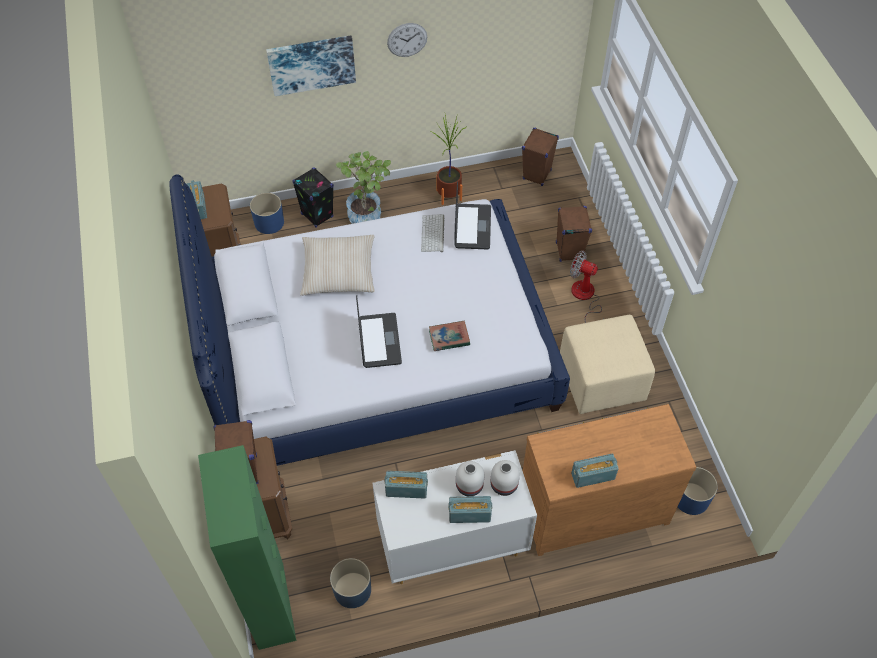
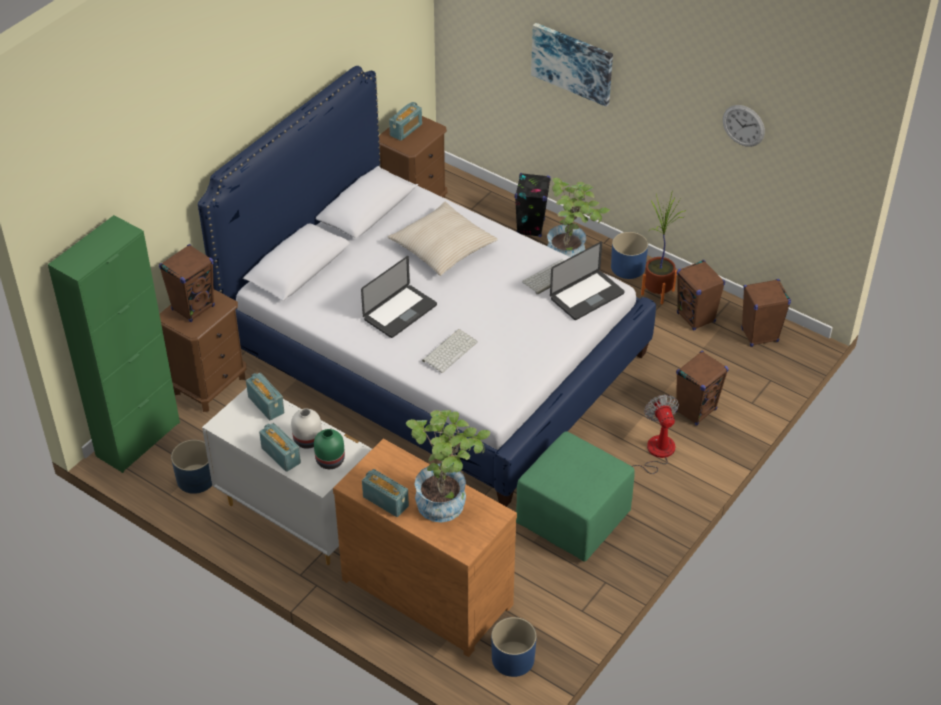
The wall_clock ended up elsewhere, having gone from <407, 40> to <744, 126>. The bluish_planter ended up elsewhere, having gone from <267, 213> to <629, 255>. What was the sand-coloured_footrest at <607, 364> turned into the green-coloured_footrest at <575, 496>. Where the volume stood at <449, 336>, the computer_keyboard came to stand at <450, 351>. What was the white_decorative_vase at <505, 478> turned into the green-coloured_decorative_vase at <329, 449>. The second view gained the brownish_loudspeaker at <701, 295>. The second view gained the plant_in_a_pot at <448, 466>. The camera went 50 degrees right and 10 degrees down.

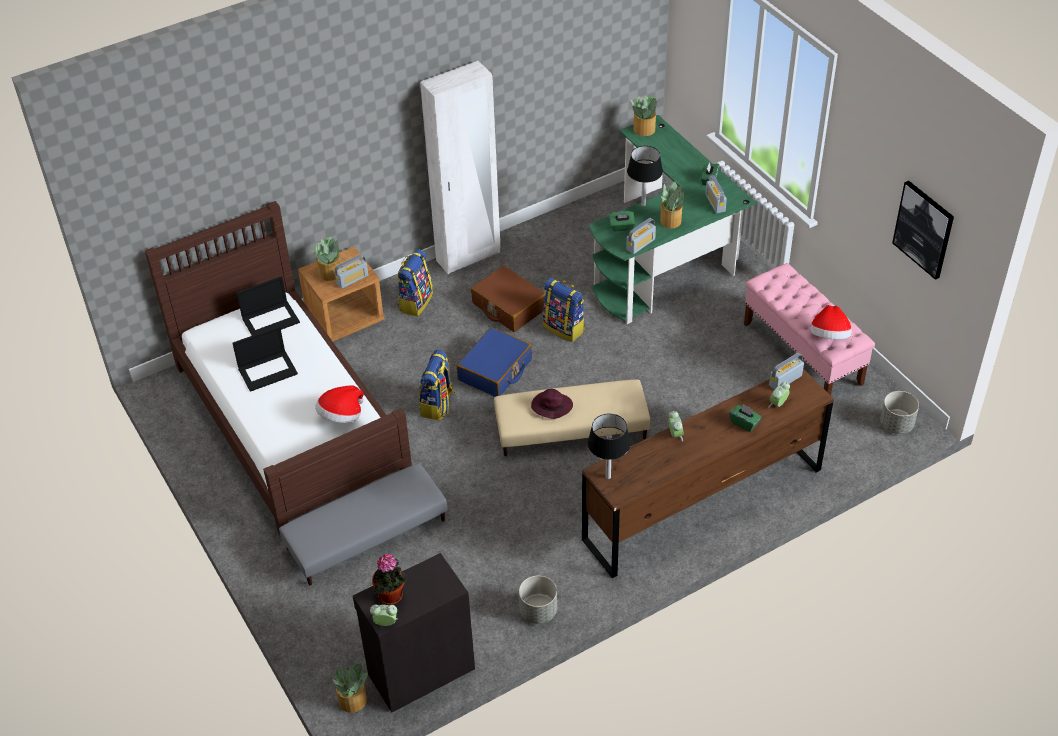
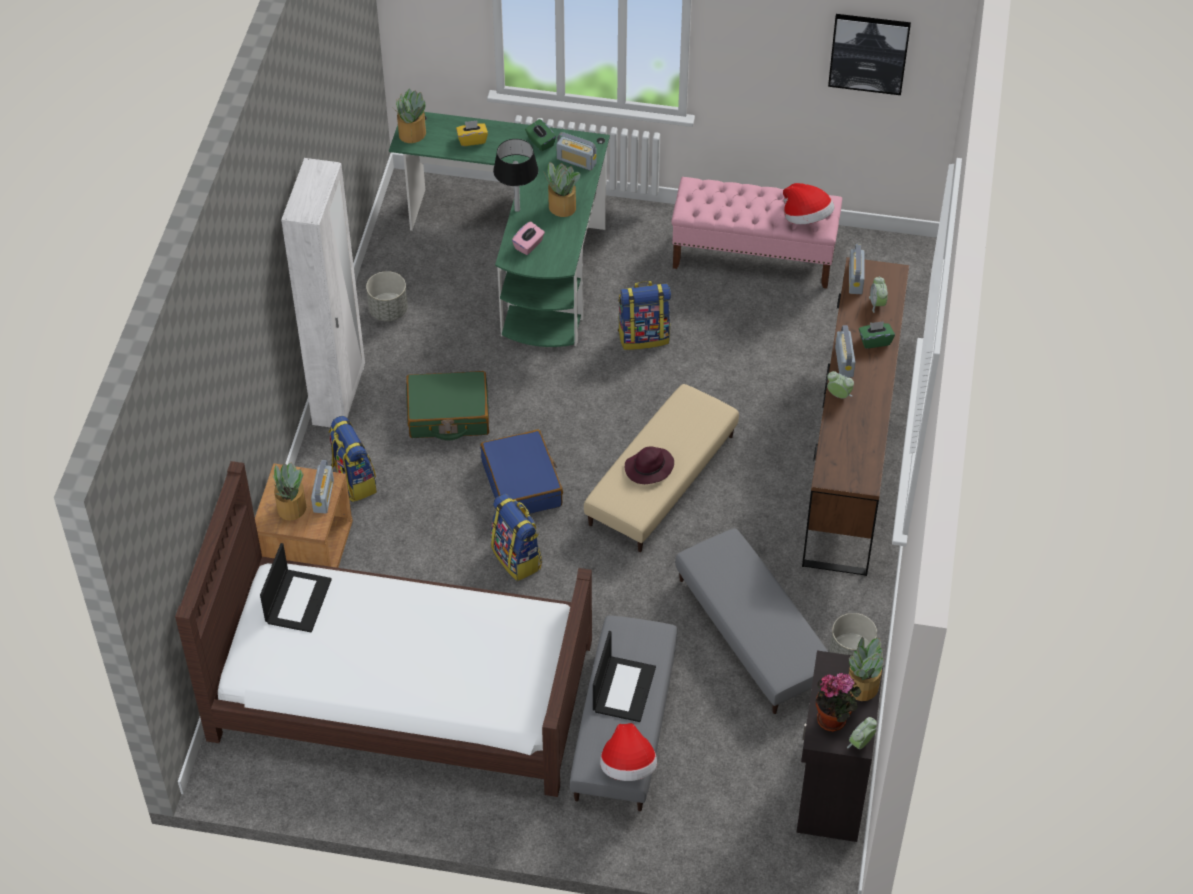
What was the green-coloured_tissue_box at <622, 221> turned into the pink_tissue_box at <528, 238>. The radio_receiver ended up elsewhere, having gone from <641, 236> to <845, 351>. What was the brownish_piece_of_luggage at <508, 299> turned into the green-coloured_piece_of_luggage at <447, 405>. The rucksack ended up elsewhere, having gone from <564, 310> to <644, 315>. The portable_computer ended up elsewhere, having gone from <265, 359> to <624, 676>. The clothing_hat ended up elsewhere, having gone from <339, 404> to <628, 752>. The grey_planter ended up elsewhere, having gone from <899, 412> to <387, 296>. The second view lost the black_table_lamp at <609, 446>. The plant_in_a_pot ended up elsewhere, having gone from <350, 688> to <866, 669>. The second view gained the yellow_tissue_box at <472, 133>. The second view gained the grey_footrest at <751, 621>. The camera went 50 degrees left and 5 degrees up.

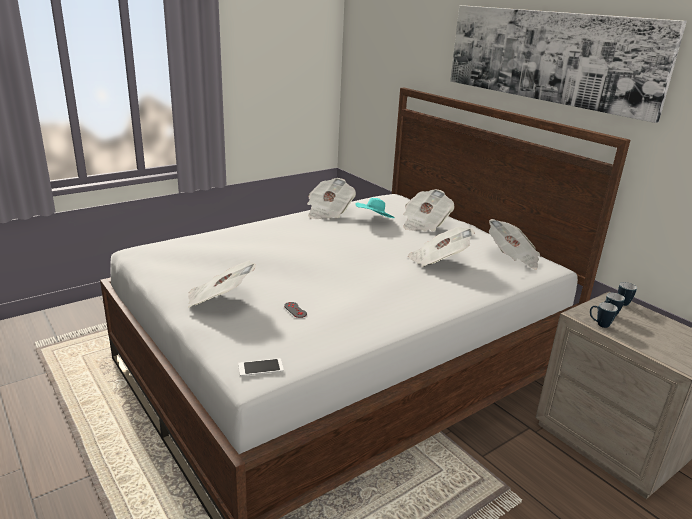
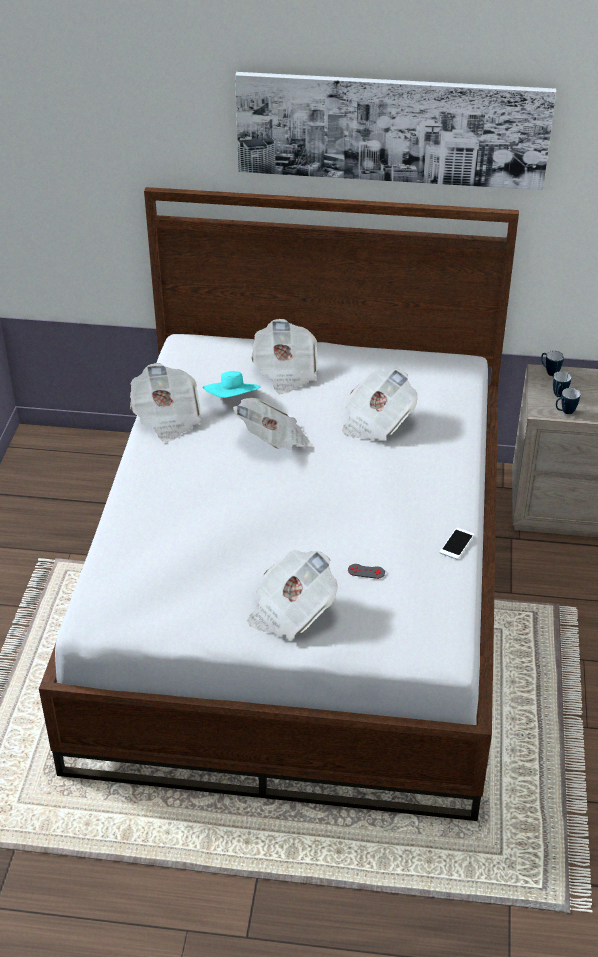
The daily_paper ended up elsewhere, having gone from <514, 244> to <273, 424>. The phone ended up elsewhere, having gone from <261, 367> to <456, 544>. The camera went 45 degrees left and 15 degrees up.

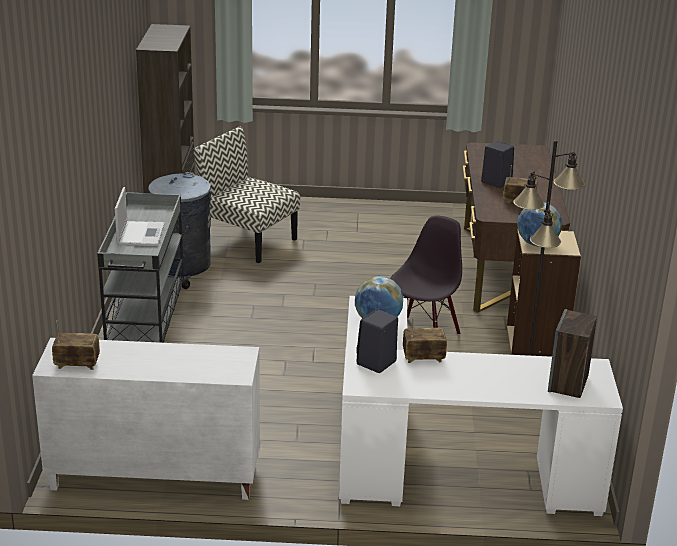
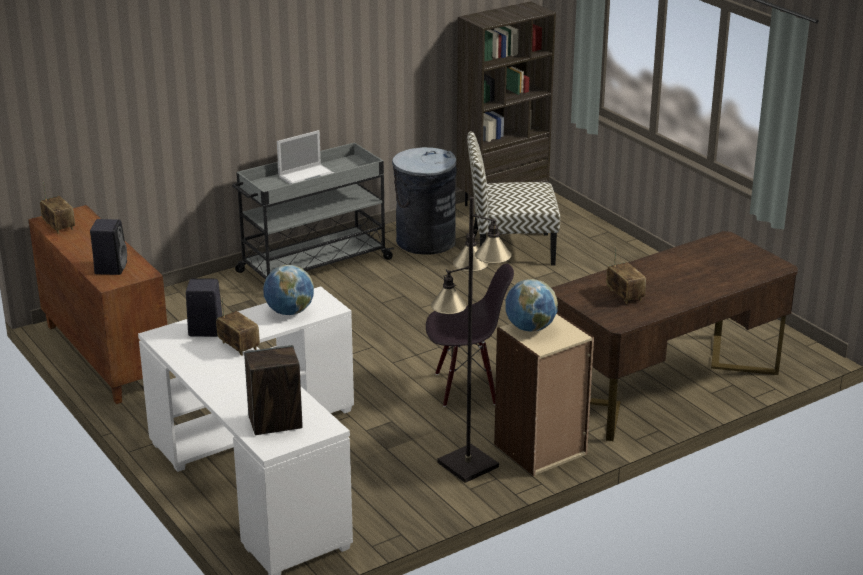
The chair at <247, 195> ended up facing another way, 90 degrees counterclockwise from before. The black_loudspeaker ended up elsewhere, having gone from <497, 164> to <108, 247>. What was the white_storage_cabinet at <146, 419> turned into the brownish_storage_cabinet at <97, 304>. The camera went 55 degrees right and 0 degrees up.

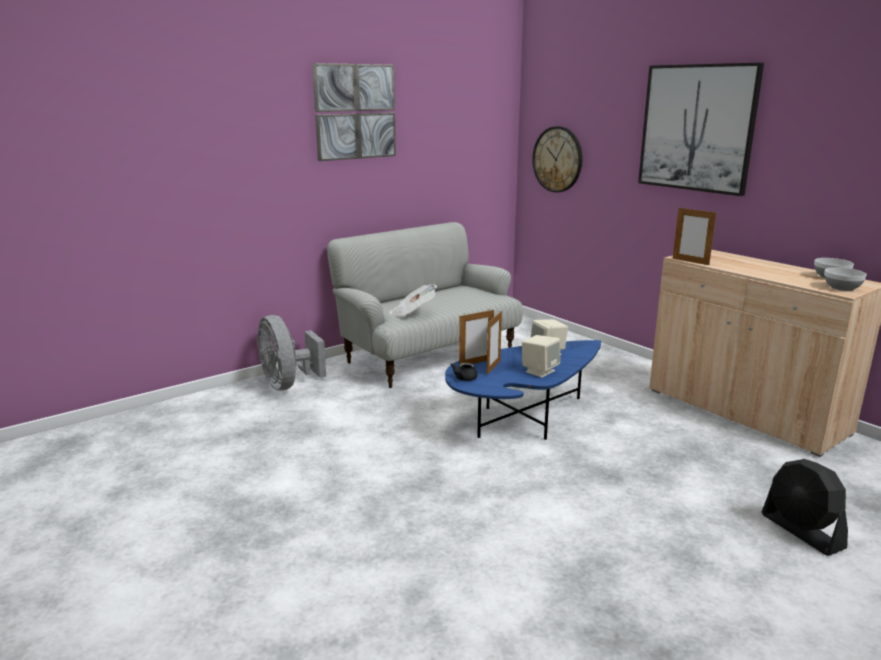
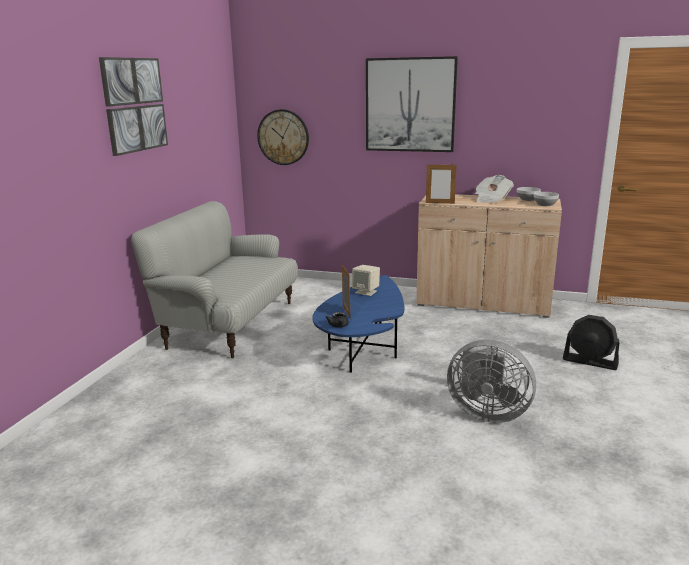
The daily_paper ended up elsewhere, having gone from <413, 300> to <494, 189>. The second view lost the standing_frame at <476, 337>. The grey_electric_fan ended up elsewhere, having gone from <291, 353> to <491, 381>. The second view lost the sand-coloured_loudspeaker at <541, 356>. The camera went 35 degrees left and 0 degrees up.

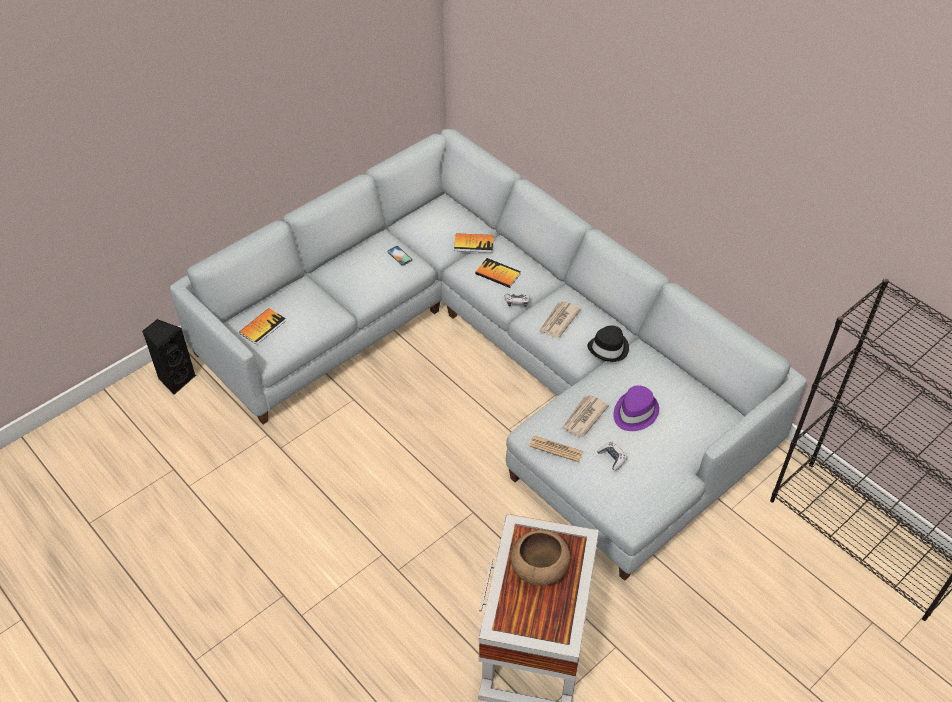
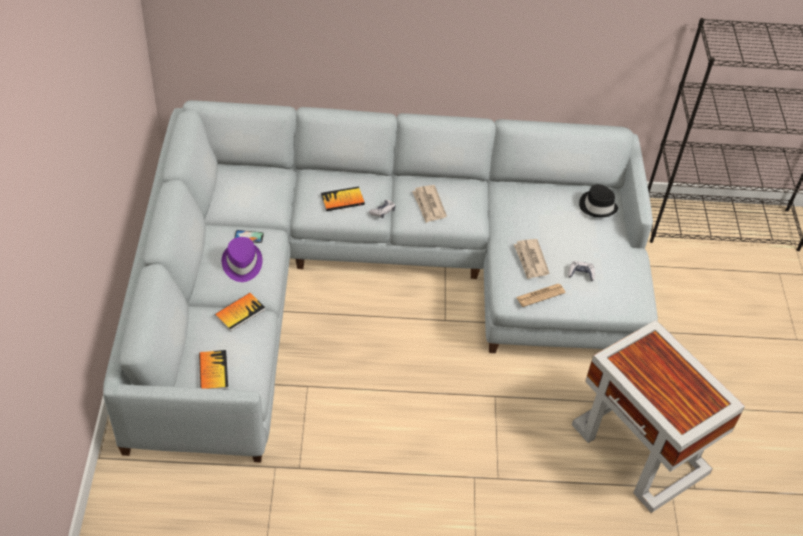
The volume ended up elsewhere, having gone from <474, 243> to <240, 312>. The second view lost the black_loudspeaker at <169, 357>. The black_clothing_hat ended up elsewhere, having gone from <608, 343> to <598, 201>. The purplish_clothing_hat ended up elsewhere, having gone from <636, 408> to <242, 259>. The second view lost the brownish_bowl at <540, 558>. The camera went 50 degrees left and 0 degrees up.

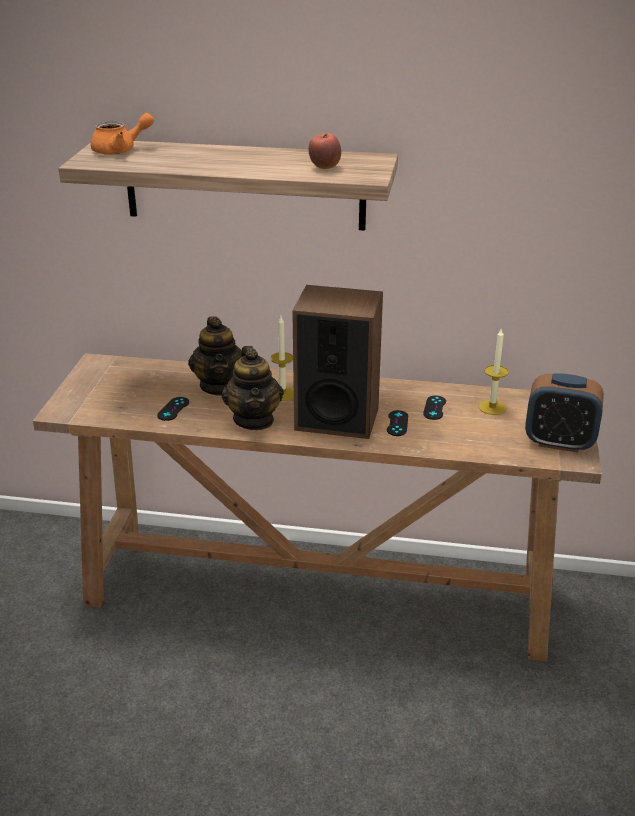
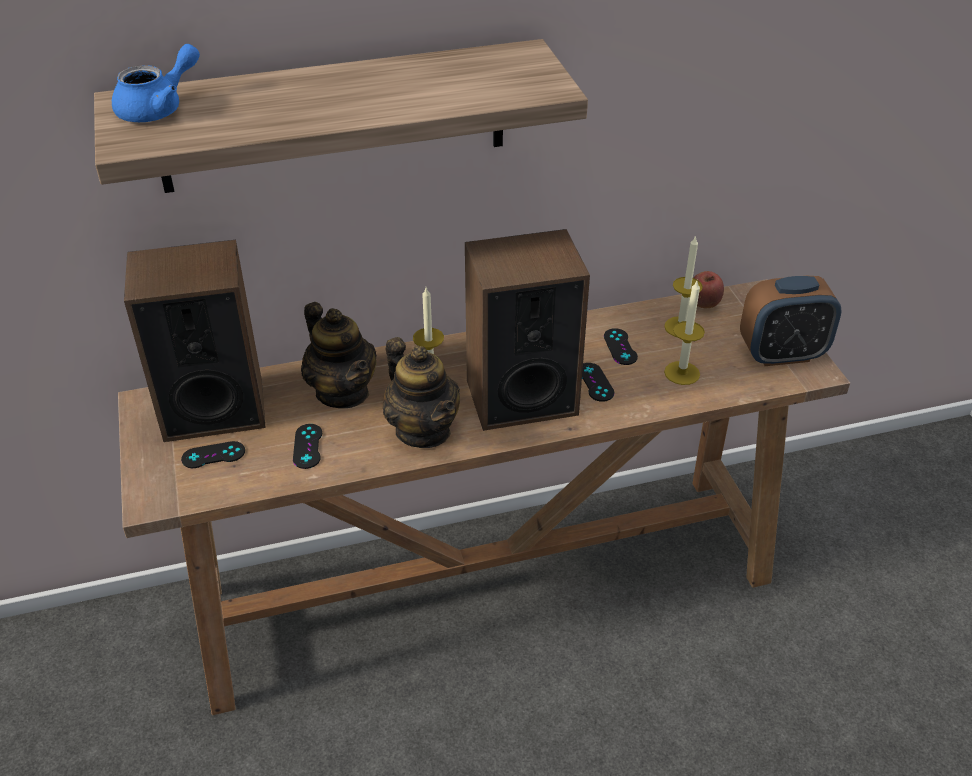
What was the orange-coloured_teapot at <122, 134> turned into the bluish_teapot at <156, 83>. The whole_apple ended up elsewhere, having gone from <325, 151> to <709, 289>. The second view gained the loudspeaker at <195, 341>. The second view gained the wax_light at <684, 333>. The second view gained the black_gamepad at <213, 454>. The camera went 25 degrees left and 10 degrees up.

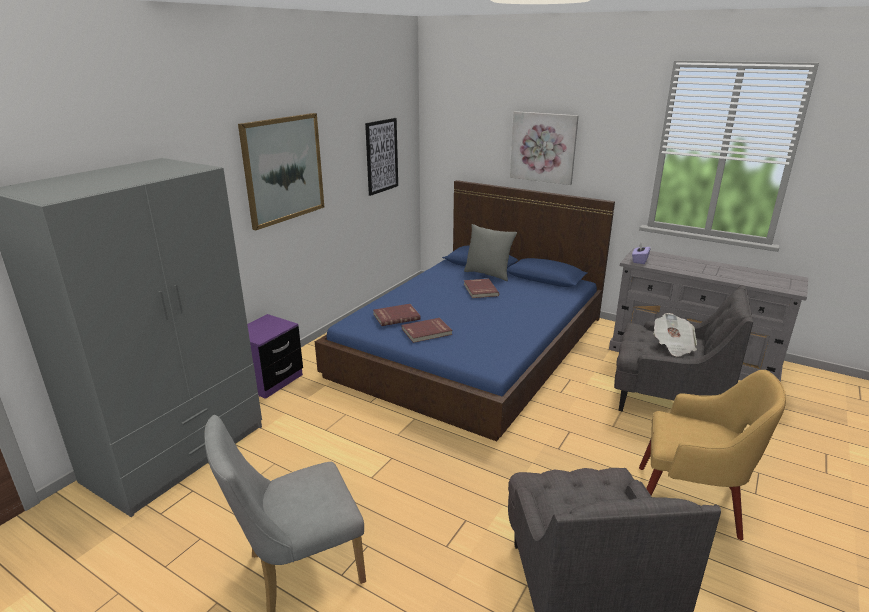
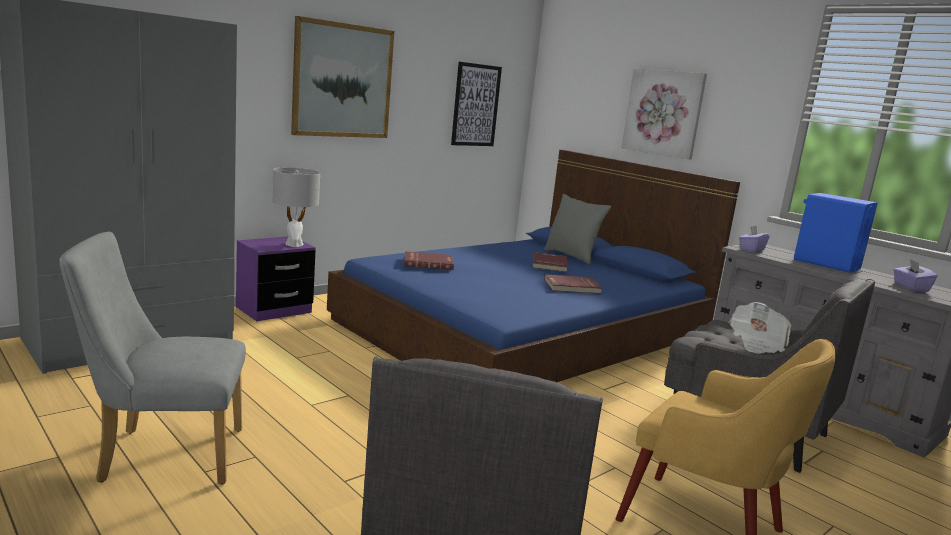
The red-coloured_volume ended up elsewhere, having gone from <427, 330> to <573, 284>. The second view gained the grey_table_lamp at <296, 207>. The second view gained the bluish_loudspeaker at <835, 233>. The second view gained the purplish_tissue_box at <915, 275>. The camera went 15 degrees right and 10 degrees down.

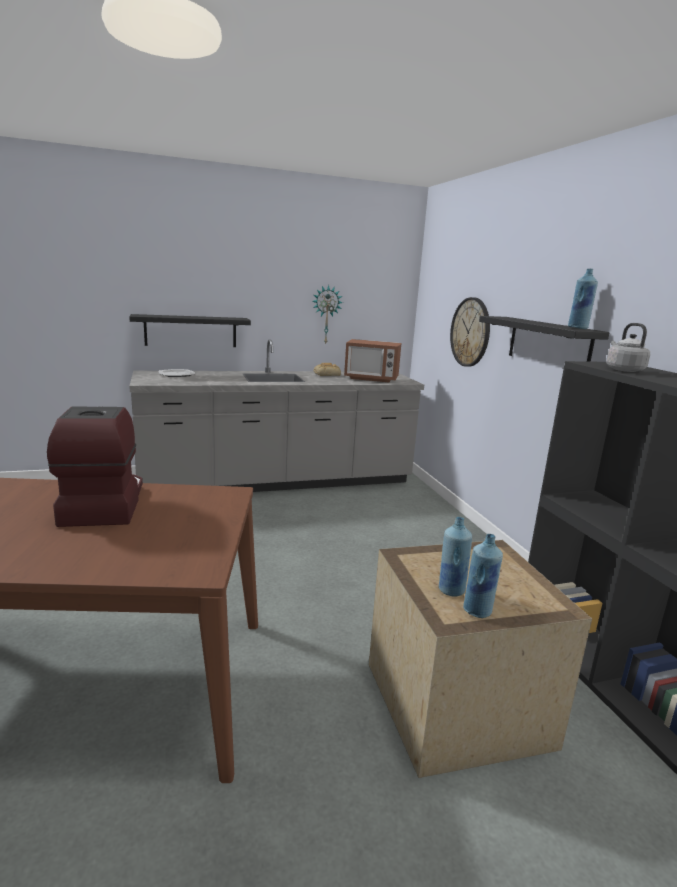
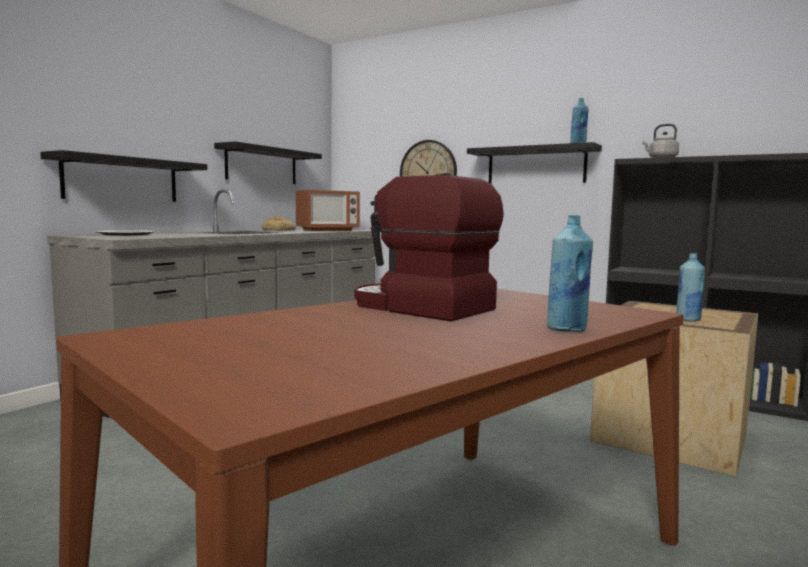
Where the wall_clock hung at <327, 315>, the black_wall_shelf came to hang at <268, 162>. The bluish_drink_bottle ended up elsewhere, having gone from <483, 576> to <570, 273>. The camera went 40 degrees left and 10 degrees down.

